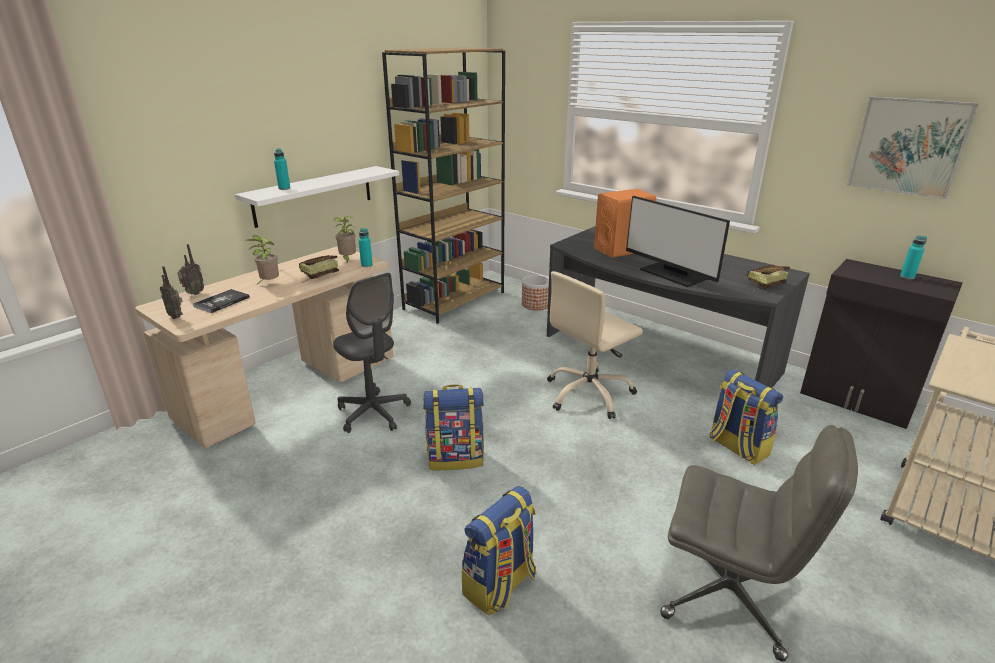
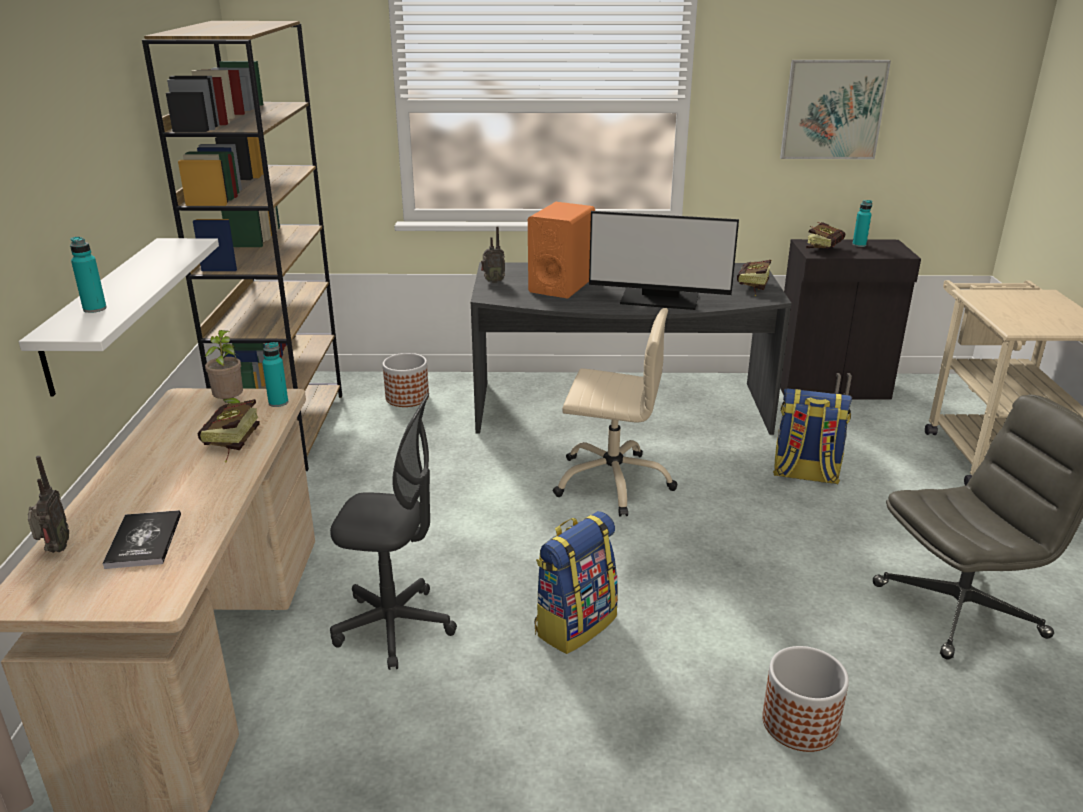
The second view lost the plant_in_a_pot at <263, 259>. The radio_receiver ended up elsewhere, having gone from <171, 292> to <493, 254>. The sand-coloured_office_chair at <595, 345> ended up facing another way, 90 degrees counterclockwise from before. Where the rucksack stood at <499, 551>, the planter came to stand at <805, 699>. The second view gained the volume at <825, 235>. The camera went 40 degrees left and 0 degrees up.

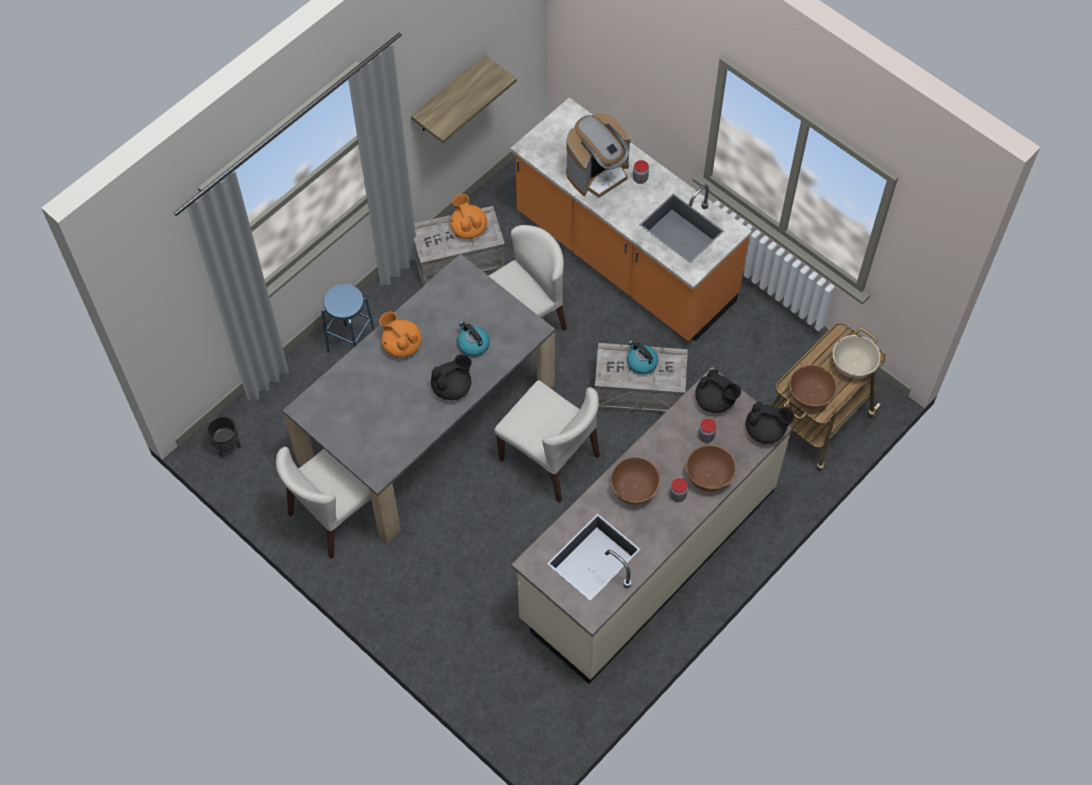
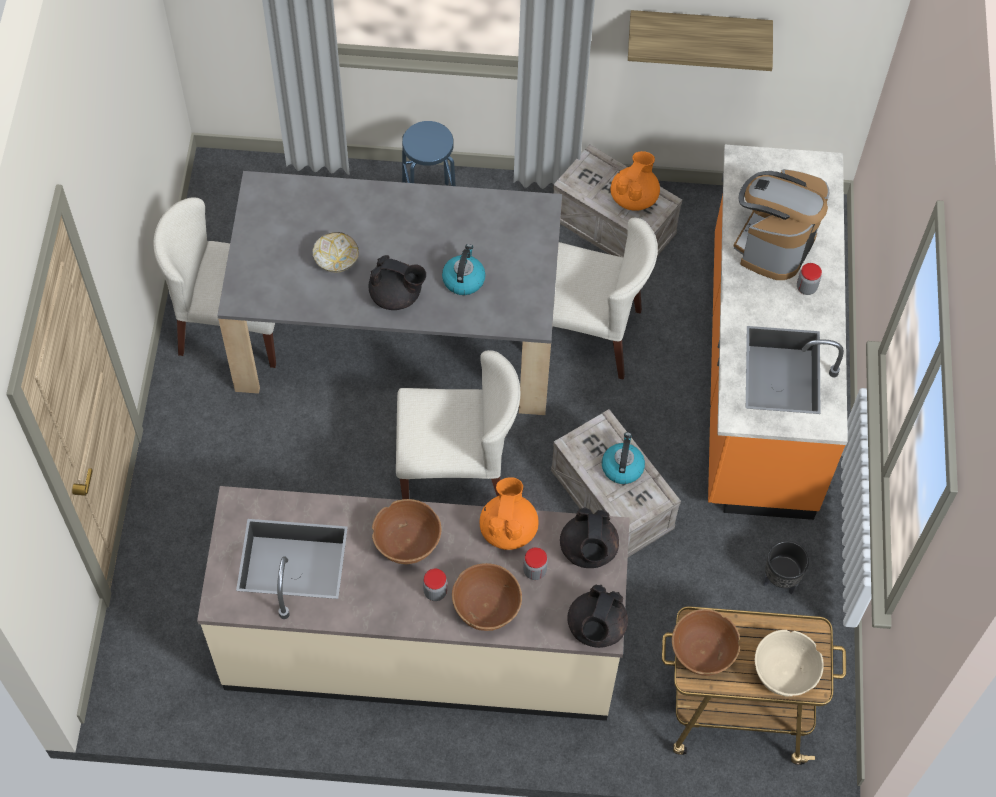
The coffee_brewer at <598, 155> ended up facing another way, 105 degrees clockwise from before. The orange-coloured_teapot ended up elsewhere, having gone from <400, 334> to <509, 513>. The sand-coloured_chair at <547, 441> ended up facing another way, 90 degrees counterclockwise from before. The black_teapot at <770, 422> ended up facing another way, 45 degrees clockwise from before. The black_planter ended up elsewhere, having gone from <223, 437> to <786, 567>. The second view gained the bowl at <335, 252>. The camera went 50 degrees right and 0 degrees up.

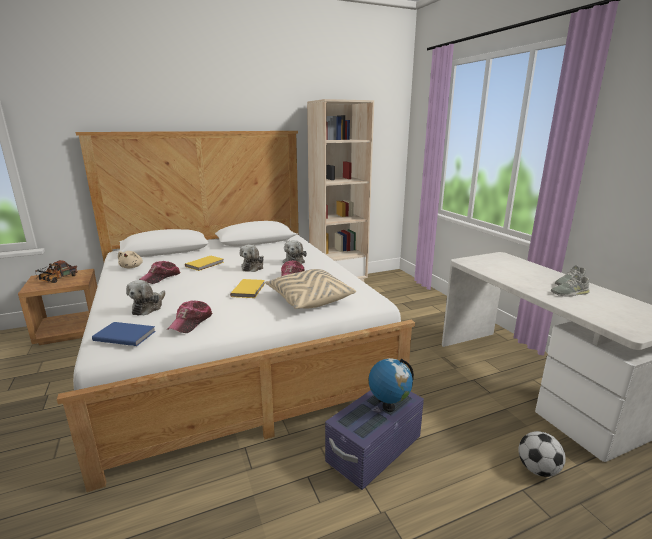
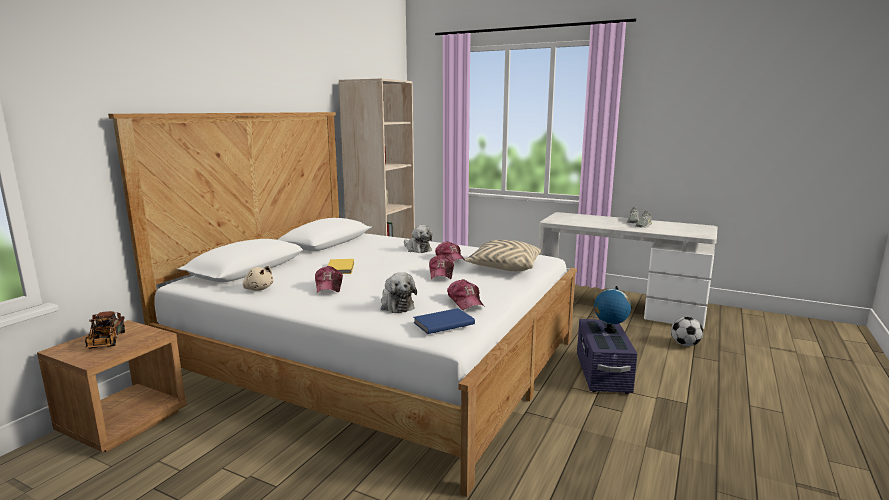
The second view lost the cuddly_toy at <252, 258>. Where the yellow_volume stood at <247, 288>, the baseball_cap came to stand at <441, 267>. The camera went 40 degrees left and 5 degrees down.

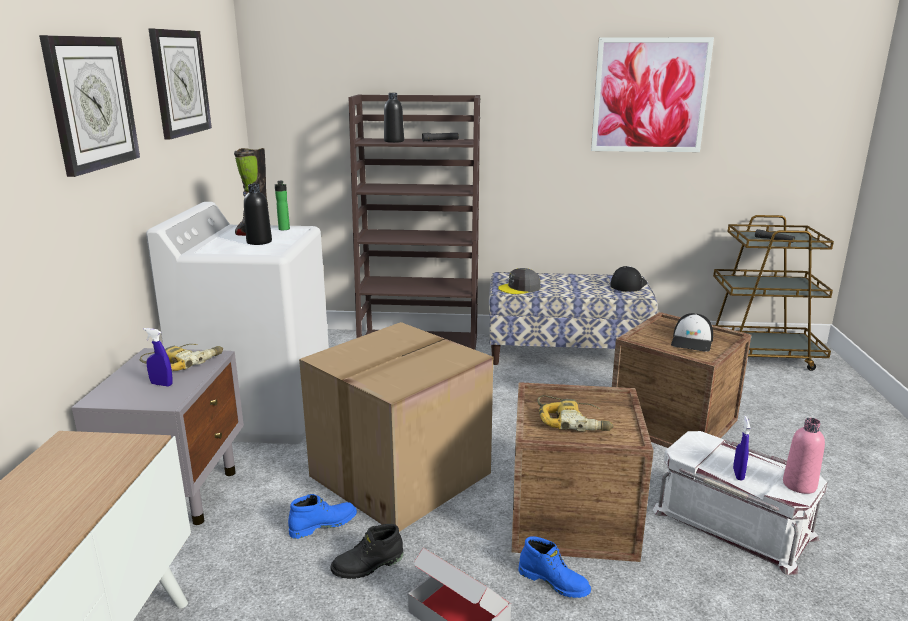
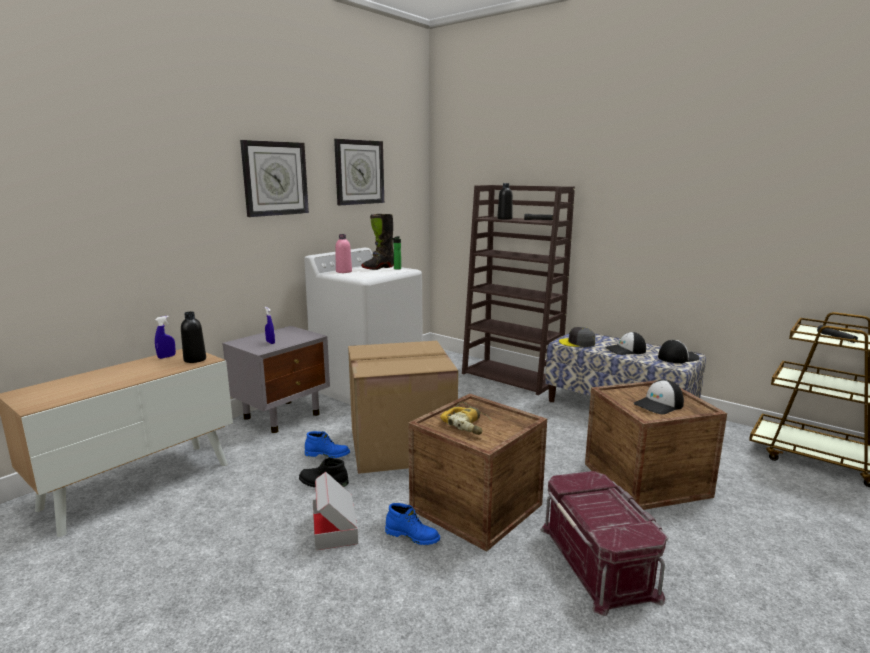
The second view lost the wall_picture at <652, 94>. The black_drink_bottle ended up elsewhere, having gone from <258, 214> to <193, 337>. The second view lost the power_drill at <181, 357>. The bluish_spray_bottle ended up elsewhere, having gone from <741, 448> to <165, 337>. The pink_drink_bottle ended up elsewhere, having gone from <804, 456> to <343, 253>. What was the white_storage_container at <740, 503> turned into the red-coloured_storage_container at <605, 543>. The bluish_high-top_boot at <554, 567> ended up facing another way, 45 degrees counterclockwise from before. The second view gained the baseball_cap at <626, 343>. The camera went 35 degrees right and 5 degrees down.

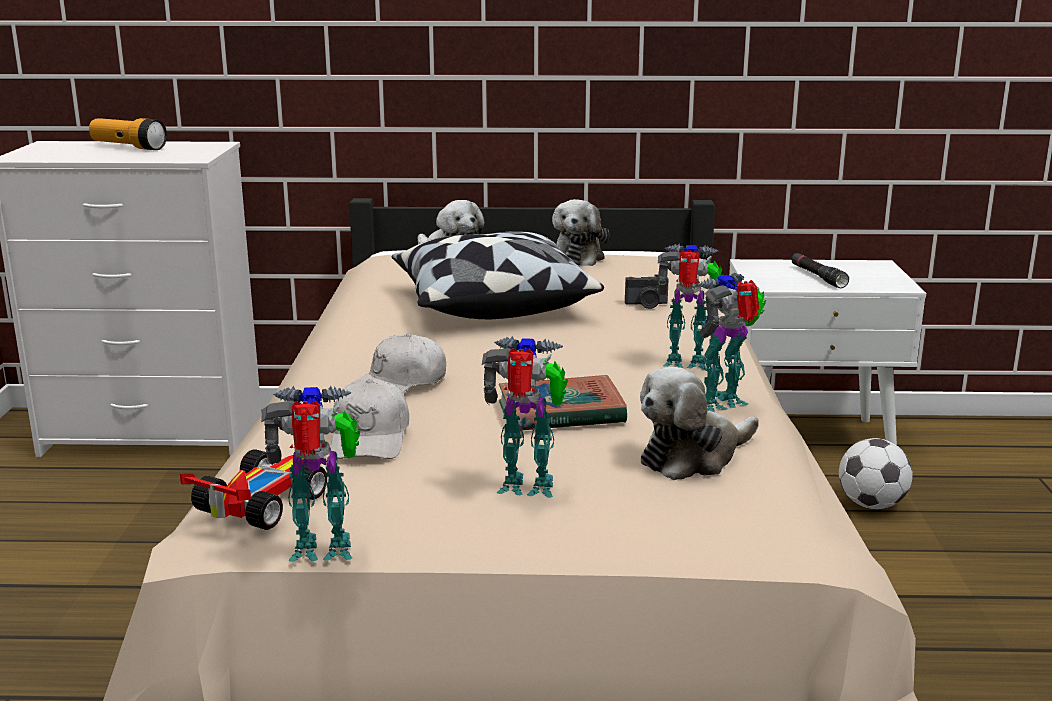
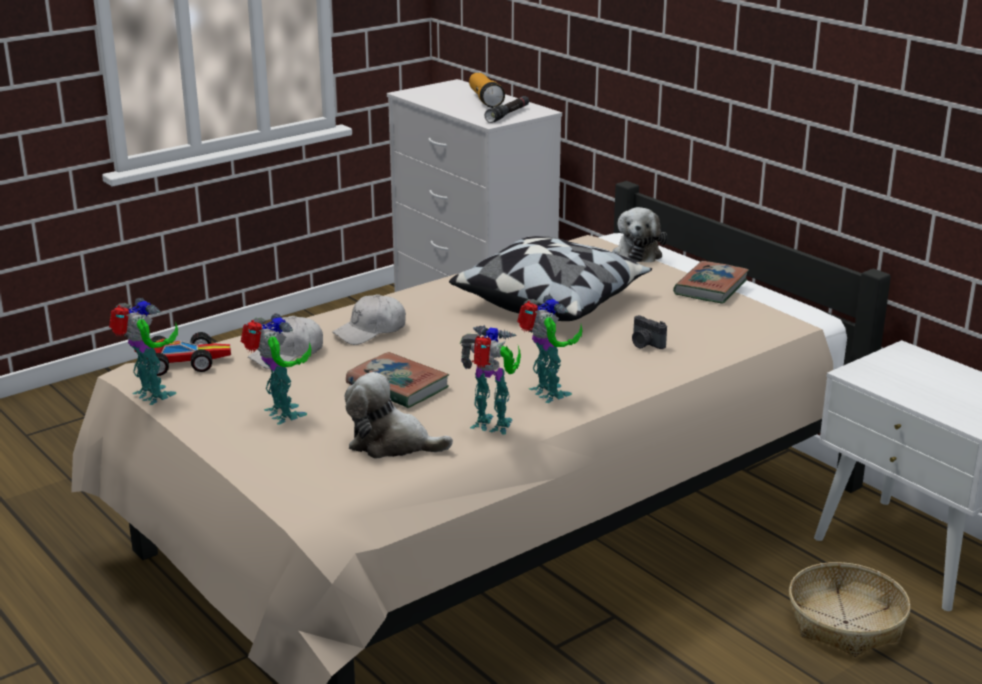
Where the cuddly_toy stood at <580, 232>, the volume came to stand at <711, 282>. The black_hand_torch ended up elsewhere, having gone from <820, 270> to <506, 109>. The white_baseball_cap at <396, 363> ended up facing another way, 45 degrees counterclockwise from before. Where the football_ball stood at <876, 473>, the household_basket came to stand at <850, 609>. The camera went 50 degrees right and 5 degrees up.

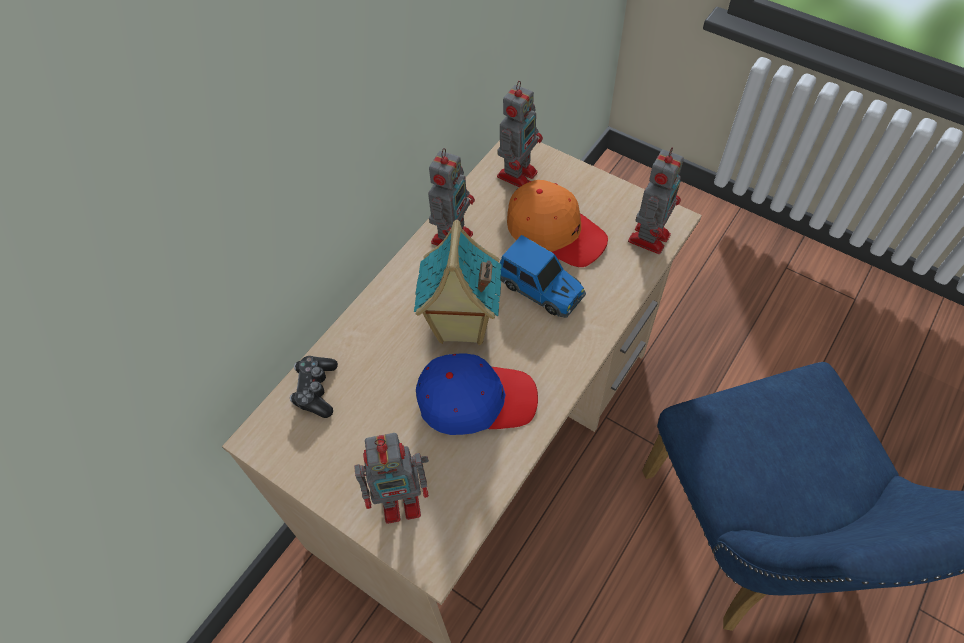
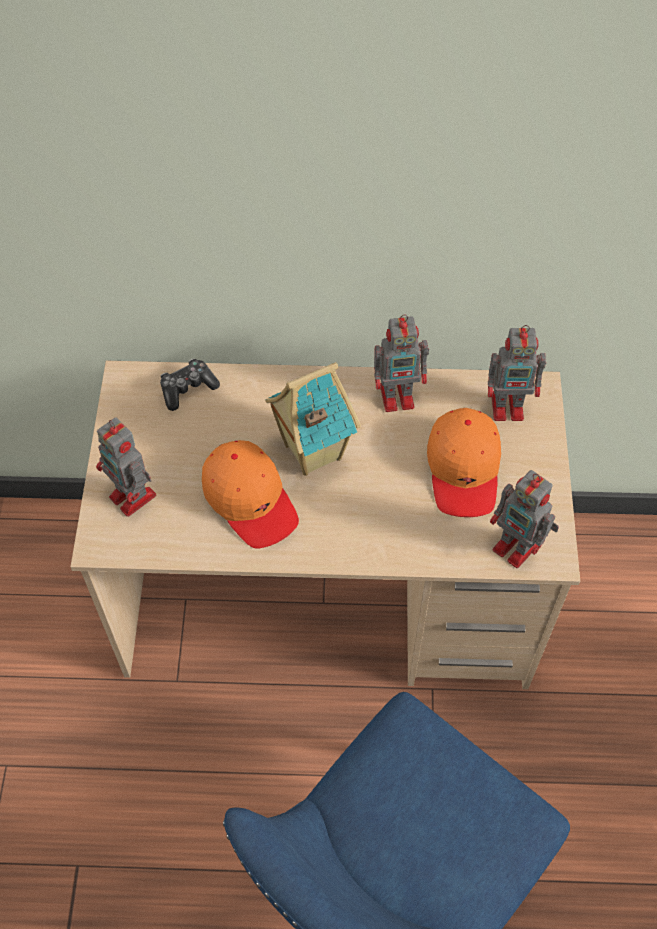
The toy_robot at <656, 200> ended up facing another way, 45 degrees clockwise from before. The second view lost the miniature_car at <543, 276>. What was the bluish_baseball_cap at <477, 394> turned into the orange-coloured_baseball_cap at <250, 494>. The camera went 55 degrees right and 0 degrees up.

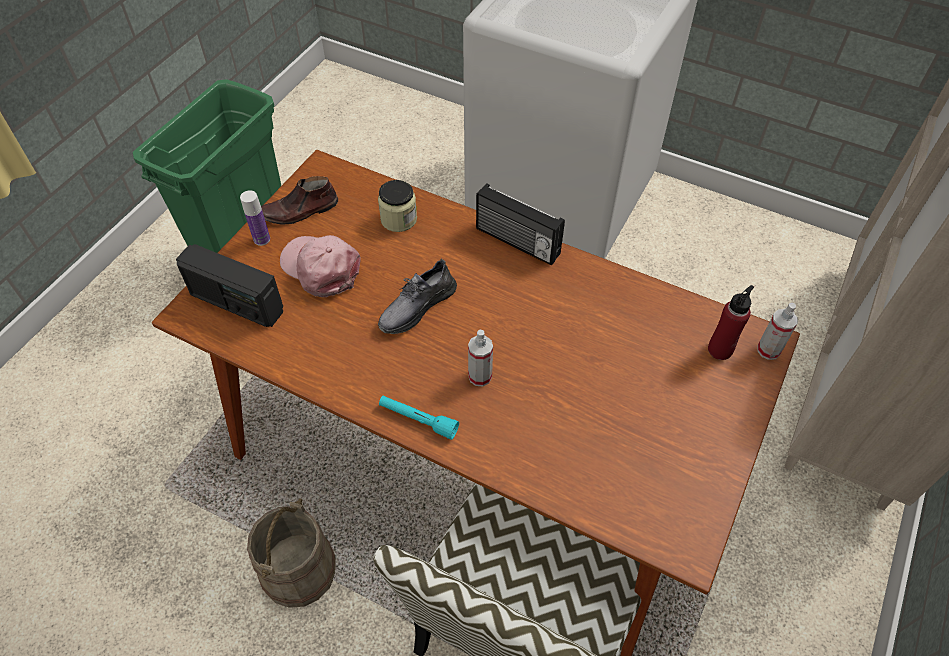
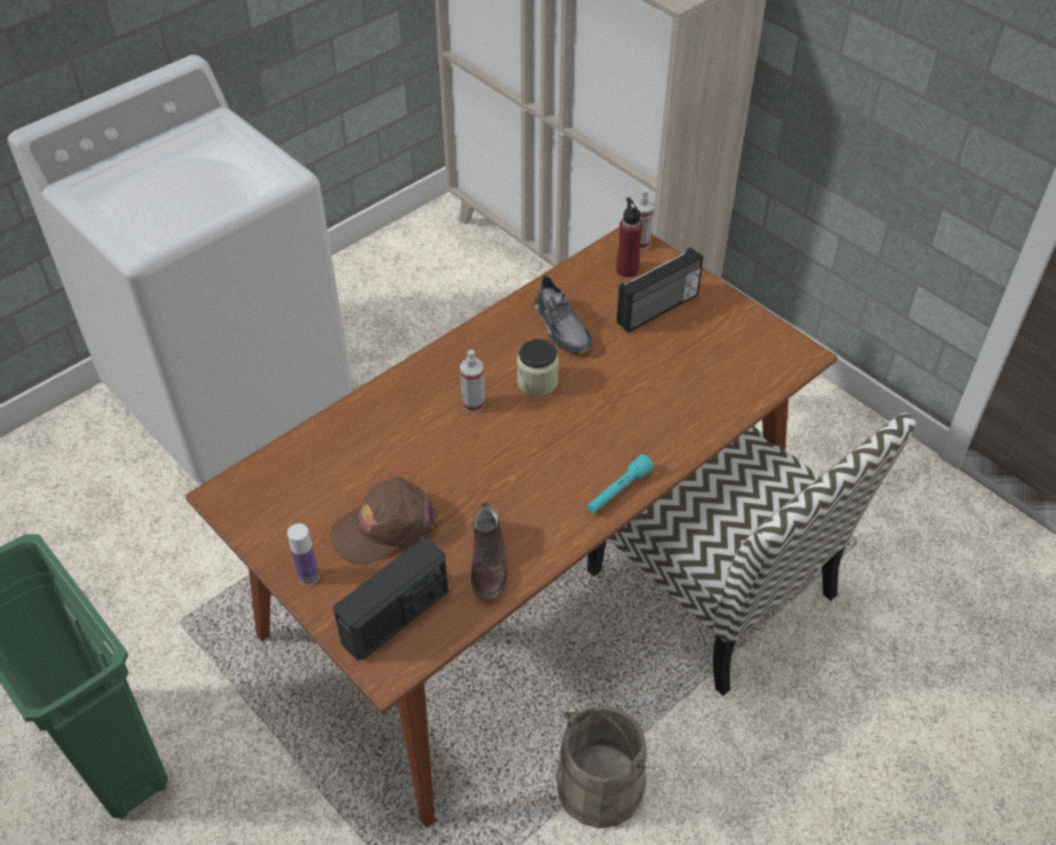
The brownish_item_of_footwear ended up elsewhere, having gone from <299, 200> to <489, 551>. The jar ended up elsewhere, having gone from <397, 206> to <538, 367>. The radio_receiver ended up elsewhere, having gone from <520, 224> to <660, 290>. What was the pink_baseball_cap at <320, 266> turned into the brownish_baseball_cap at <384, 521>. The grey_item_of_footwear ended up elsewhere, having gone from <417, 296> to <563, 314>. The spray_bottle ended up elsewhere, having gone from <480, 358> to <472, 381>. The camera went 70 degrees left and 5 degrees down.

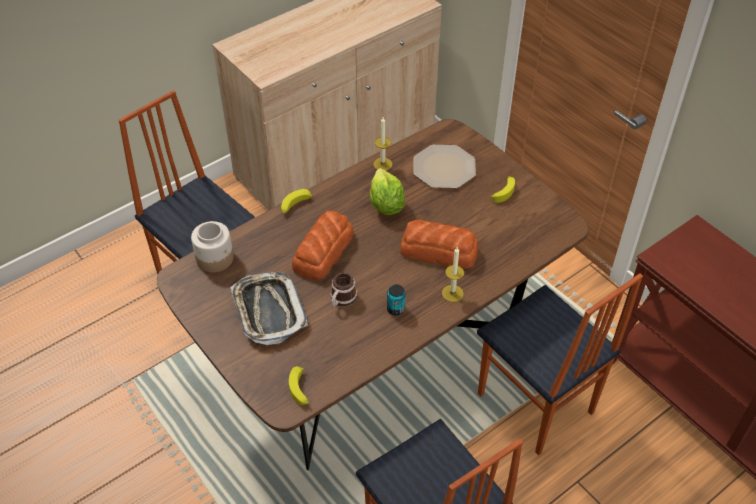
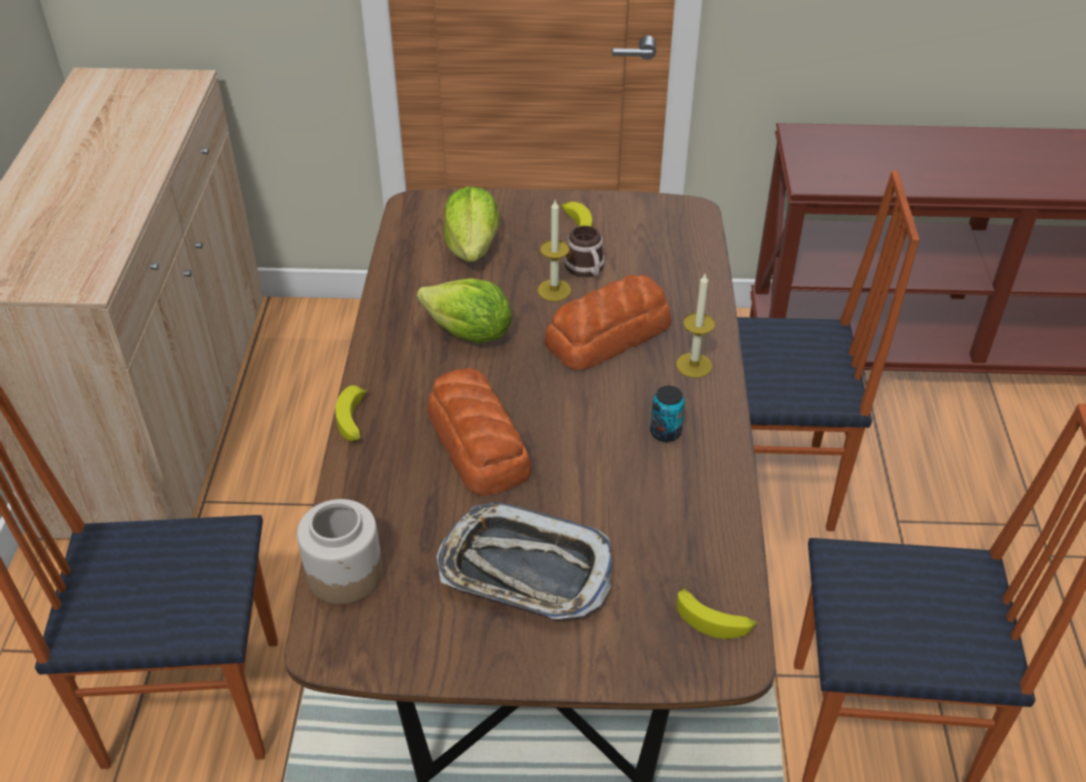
The wax_light ended up elsewhere, having gone from <383, 144> to <554, 250>. Where the flat_dish stood at <444, 166>, the head_of_lettuce came to stand at <472, 224>. The tea_mug ended up elsewhere, having gone from <343, 290> to <584, 251>. The camera went 50 degrees left and 5 degrees down.

